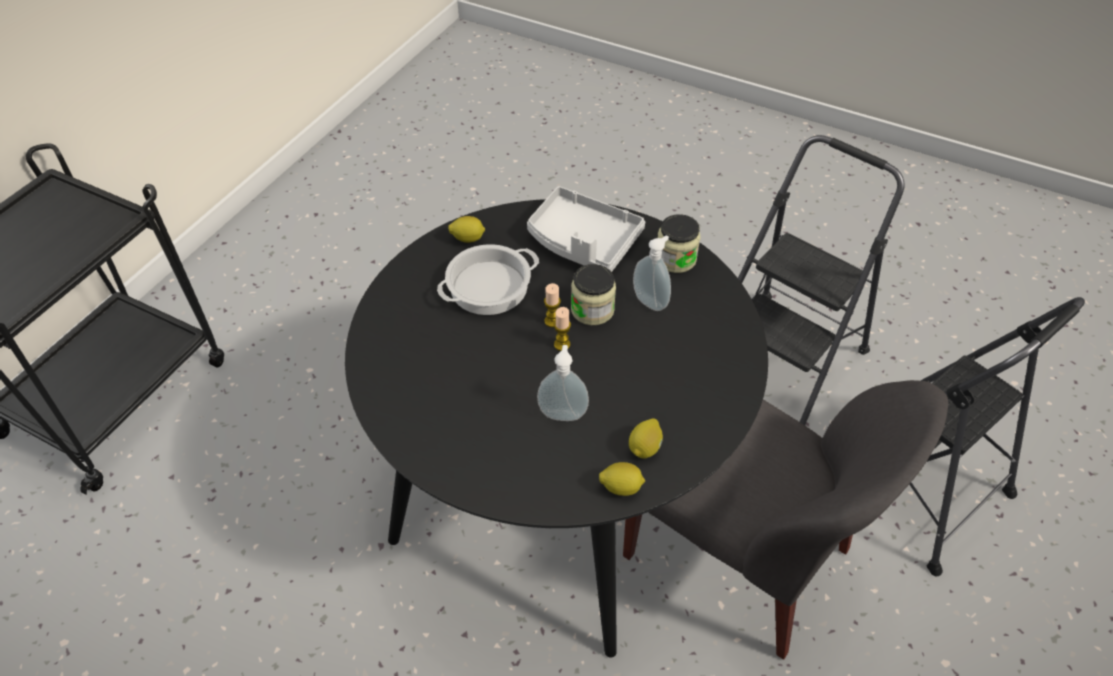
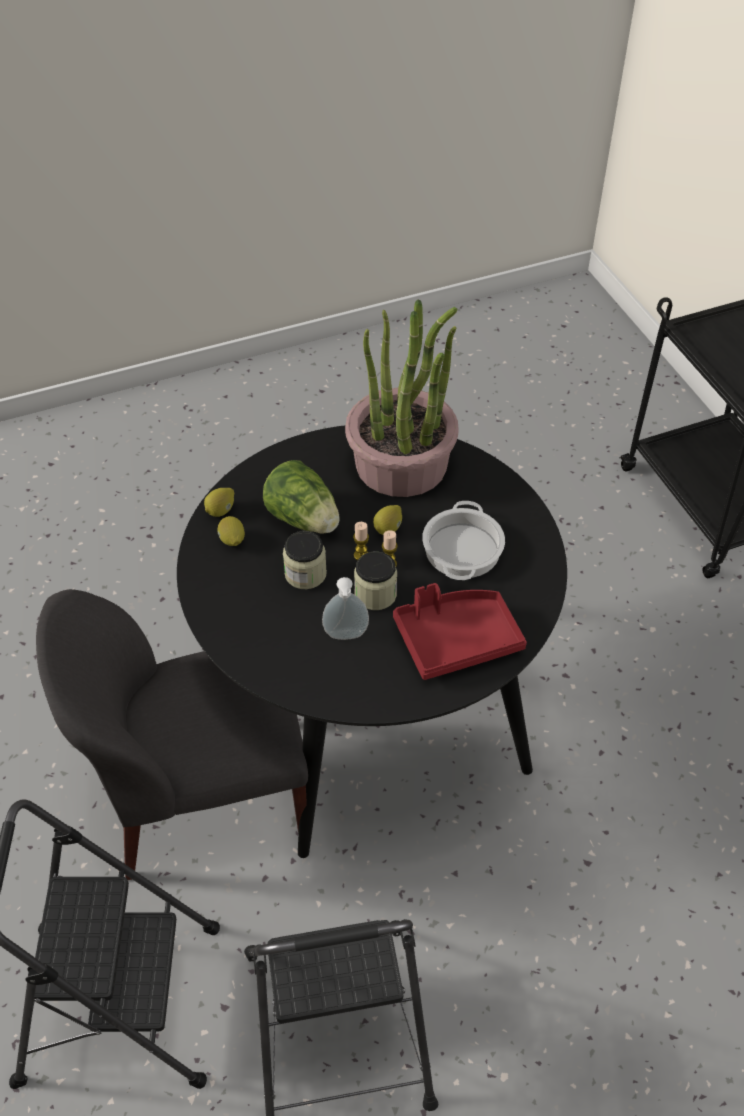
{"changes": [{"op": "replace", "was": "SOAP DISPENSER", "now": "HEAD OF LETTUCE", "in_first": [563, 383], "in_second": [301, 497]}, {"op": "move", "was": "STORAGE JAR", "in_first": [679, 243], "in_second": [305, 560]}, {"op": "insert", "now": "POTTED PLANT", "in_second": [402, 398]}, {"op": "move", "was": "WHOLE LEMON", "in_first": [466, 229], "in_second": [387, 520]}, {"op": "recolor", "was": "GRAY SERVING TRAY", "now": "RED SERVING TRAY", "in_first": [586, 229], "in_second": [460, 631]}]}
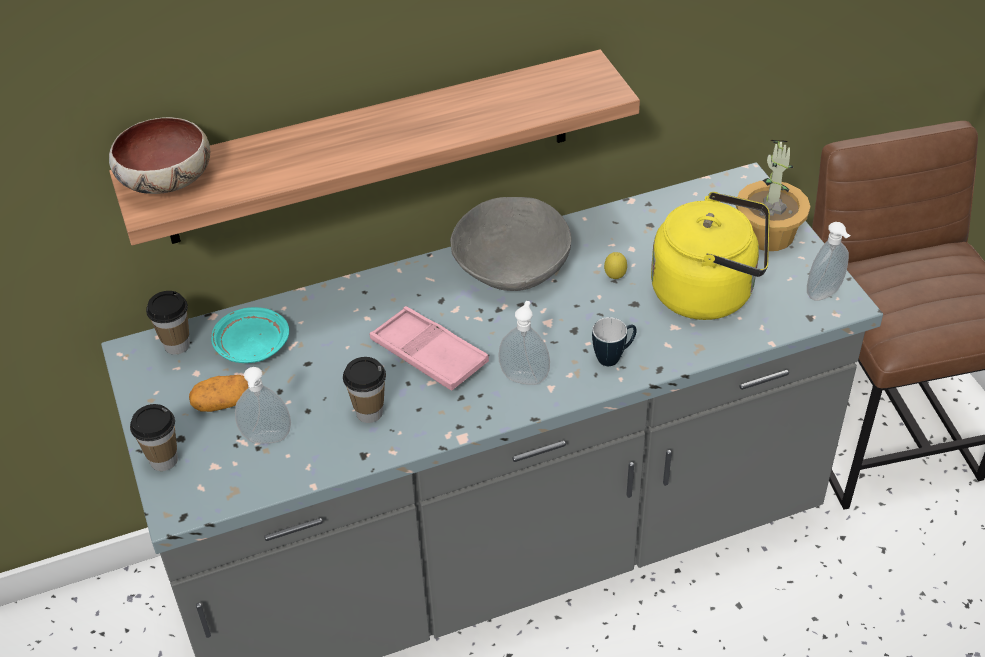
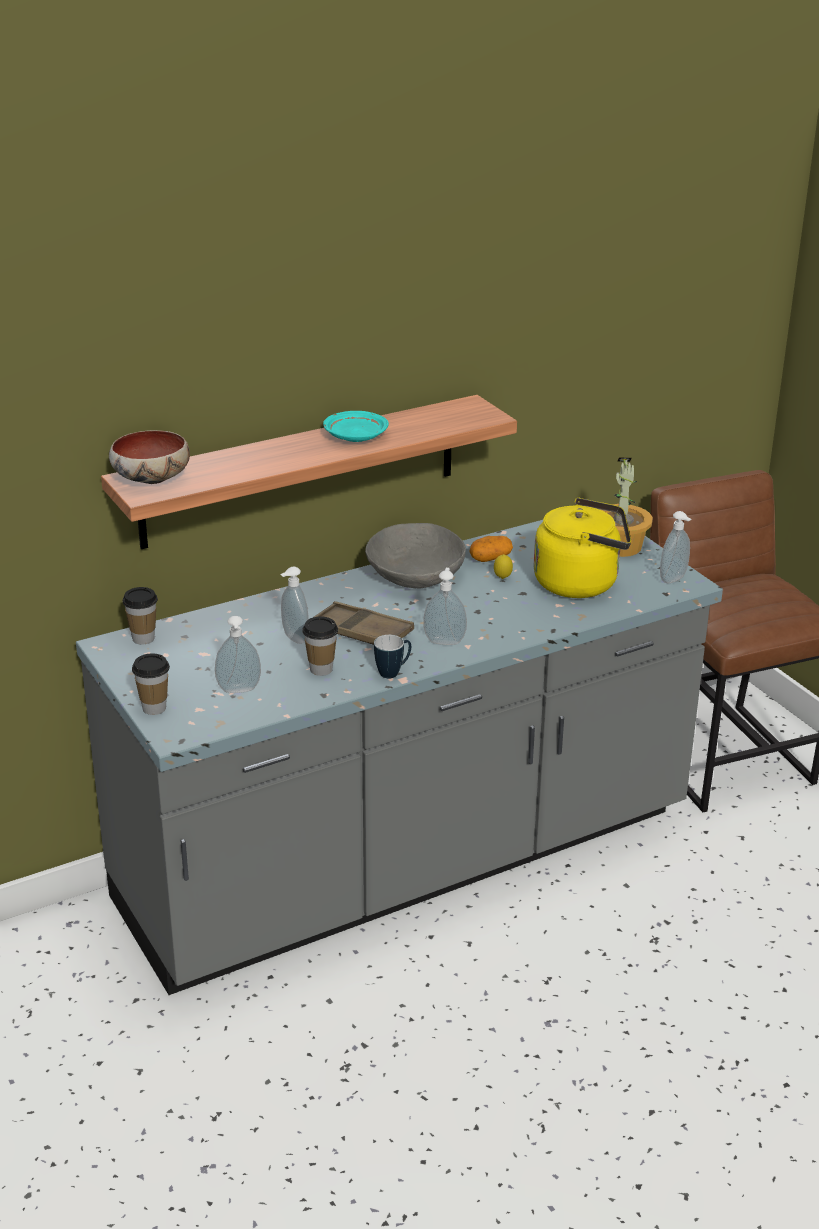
{"changes": [{"op": "insert", "now": "SOAP DISPENSER", "in_second": [294, 605]}, {"op": "recolor", "was": "PINK SERVING TRAY", "now": "BROWN SERVING TRAY", "in_first": [429, 348], "in_second": [364, 623]}, {"op": "move", "was": "TURQUOISE PLATE", "in_first": [250, 335], "in_second": [356, 426]}, {"op": "move", "was": "TEA MUG", "in_first": [614, 341], "in_second": [392, 657]}, {"op": "move", "was": "POTATO", "in_first": [219, 393], "in_second": [491, 549]}]}
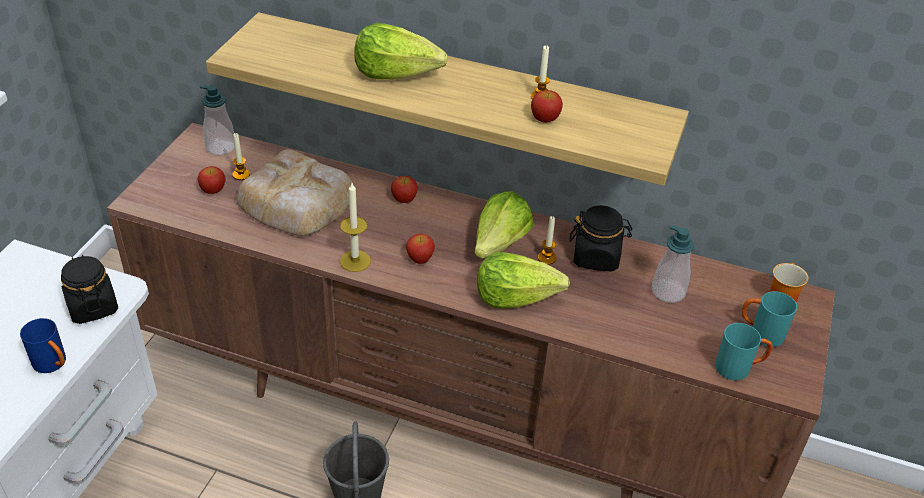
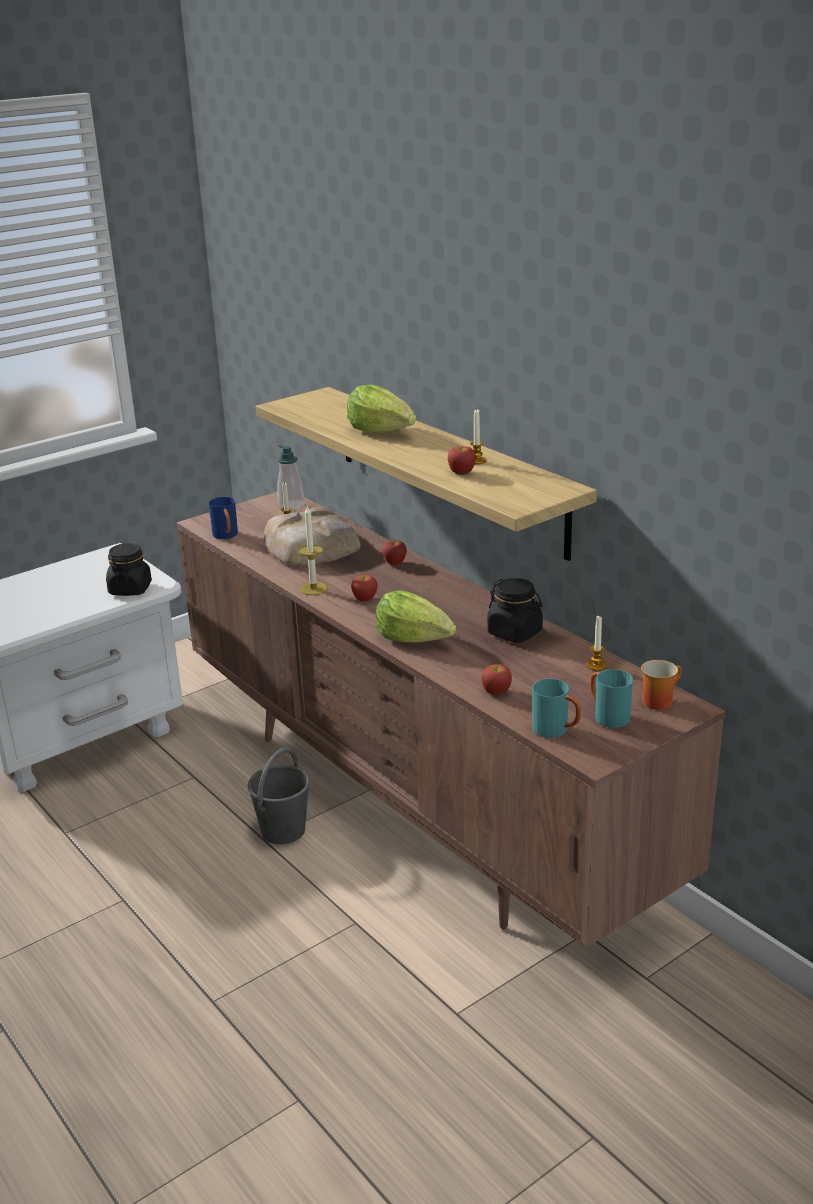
{"changes": [{"op": "move", "was": "BLUE-COLOURED TEA MUG", "in_first": [43, 345], "in_second": [223, 518]}, {"op": "move", "was": "APPLE", "in_first": [212, 180], "in_second": [496, 679]}, {"op": "move", "was": "CANDLE", "in_first": [547, 240], "in_second": [597, 643]}, {"op": "delete", "was": "HEAD OF LETTUCE", "in_first": [504, 225]}, {"op": "delete", "was": "SOAP DISPENSER", "in_first": [673, 264]}]}
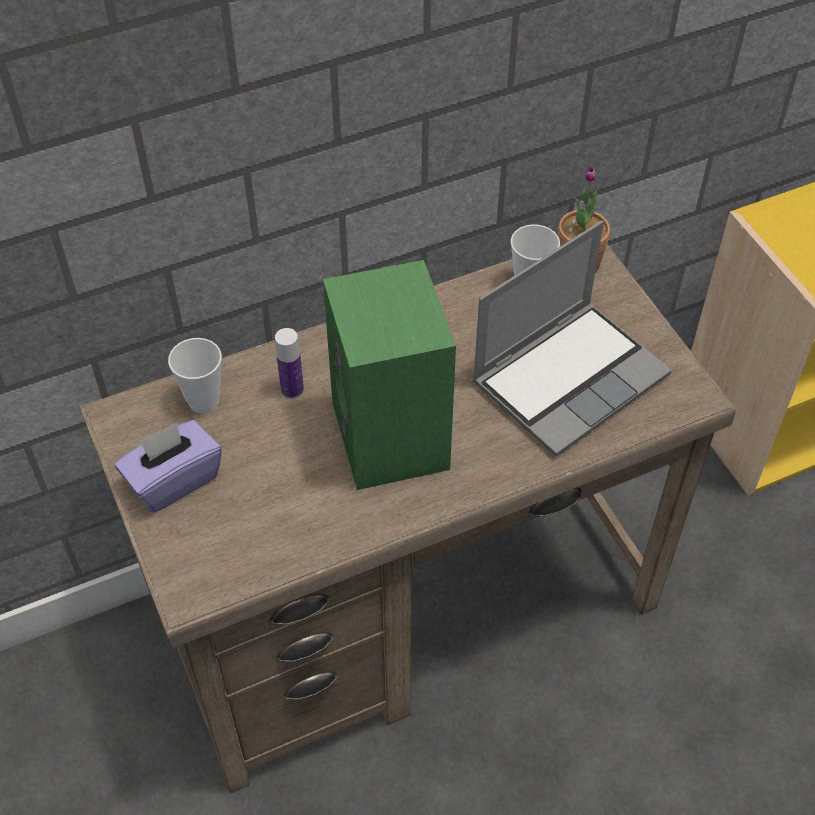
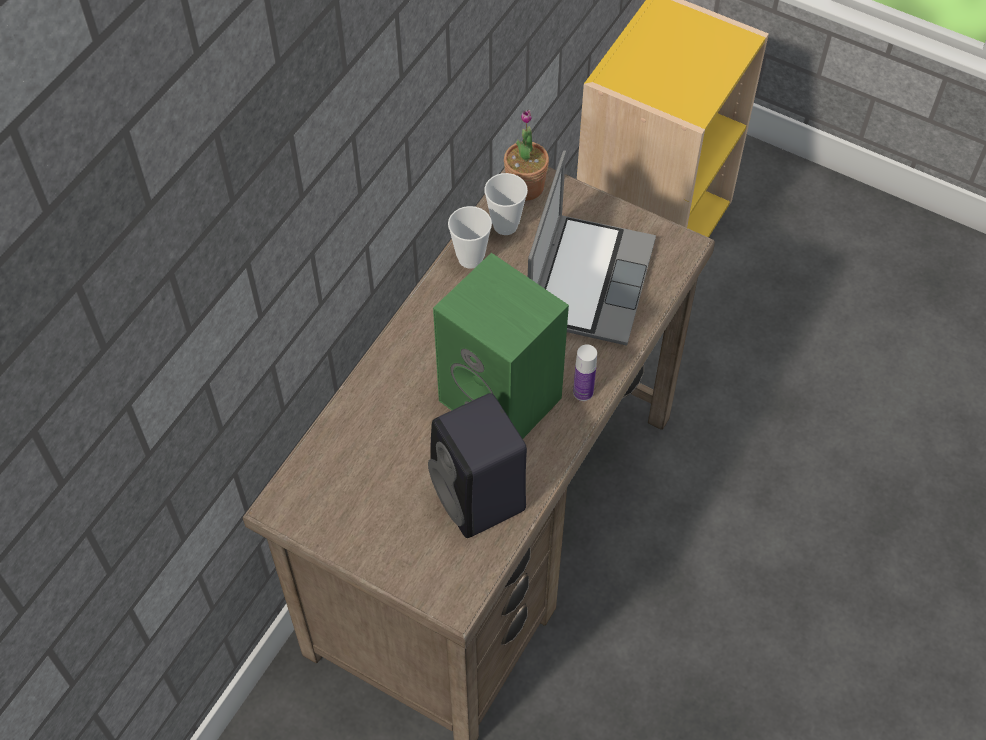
{"changes": [{"op": "insert", "now": "BLACK LOUDSPEAKER", "in_second": [477, 465]}, {"op": "move", "was": "DRINKING CUP", "in_first": [195, 376], "in_second": [470, 237]}, {"op": "move", "was": "BEVERAGE BOTTLE", "in_first": [289, 363], "in_second": [585, 372]}, {"op": "delete", "was": "PURPLE TISSUE HOLDER", "in_first": [168, 466]}]}
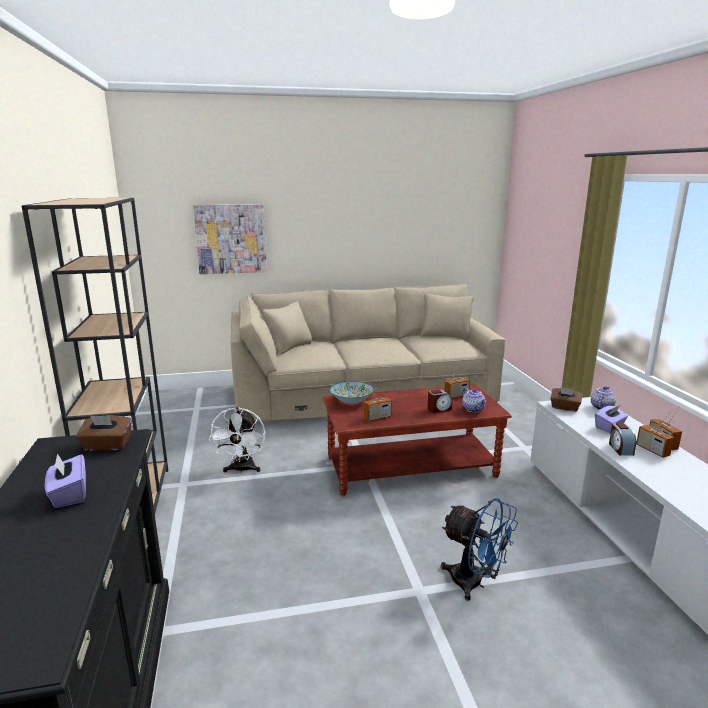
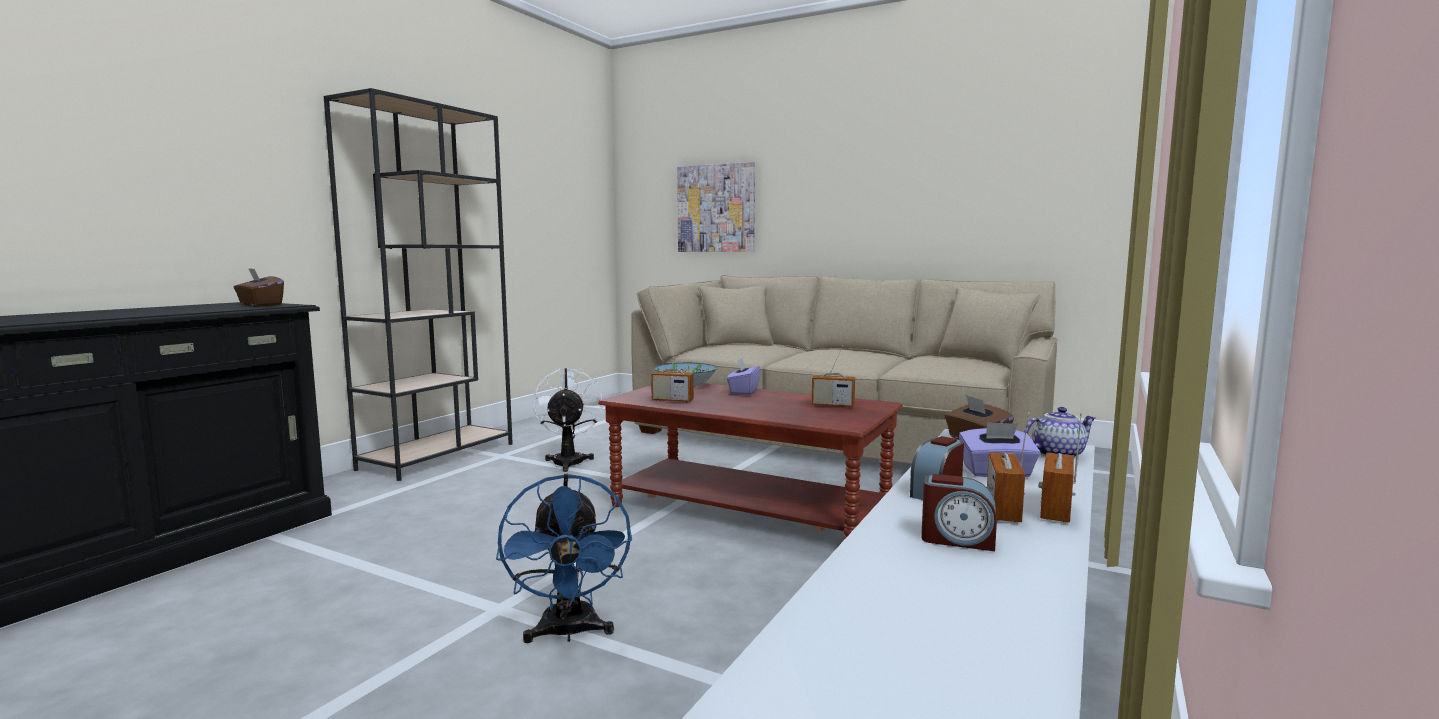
{"changes": [{"op": "rotate", "was": "WHITISH ELECTRIC FAN", "in_first": [237, 440], "in_second": [568, 420], "clockwise": 135}, {"op": "move", "was": "PURPLE TISSUE HOLDER", "in_first": [65, 480], "in_second": [743, 376]}, {"op": "move", "was": "BEDSIDE CLOCK", "in_first": [439, 401], "in_second": [959, 512]}, {"op": "delete", "was": "TEAPOT", "in_first": [474, 400]}]}
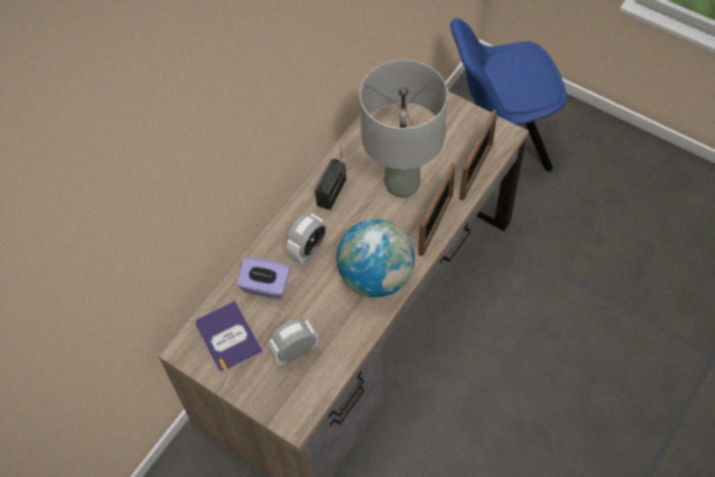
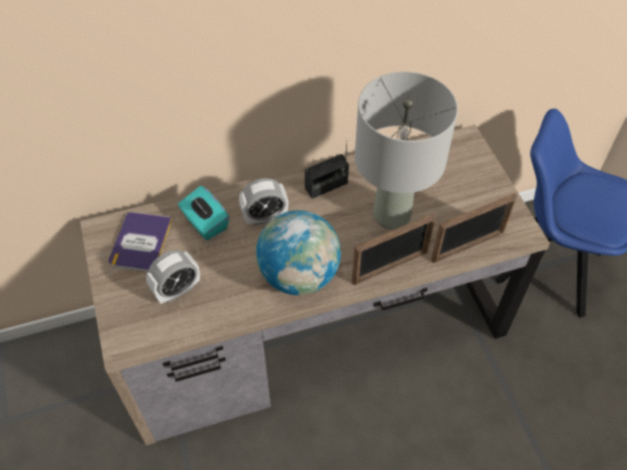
{"changes": [{"op": "rotate", "was": "BEDSIDE CLOCK", "in_first": [293, 342], "in_second": [173, 277], "clockwise": 135}, {"op": "recolor", "was": "PURPLE TISSUE HOLDER", "now": "TURQUOISE TISSUE HOLDER", "in_first": [264, 278], "in_second": [203, 213]}]}
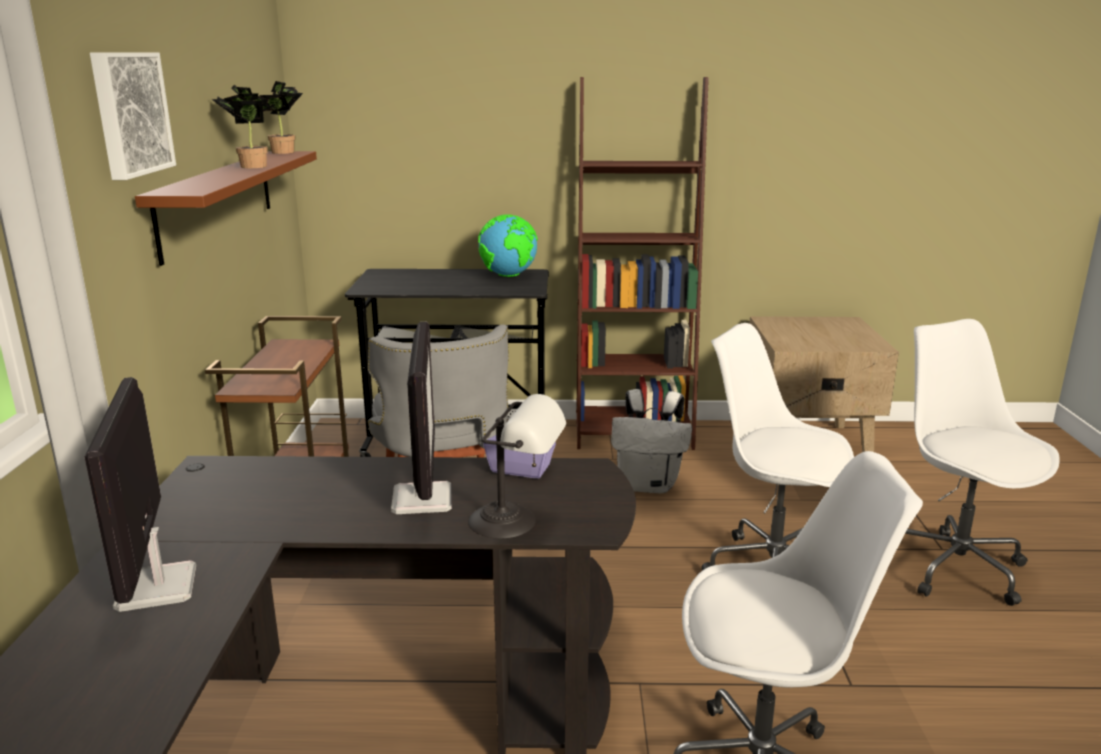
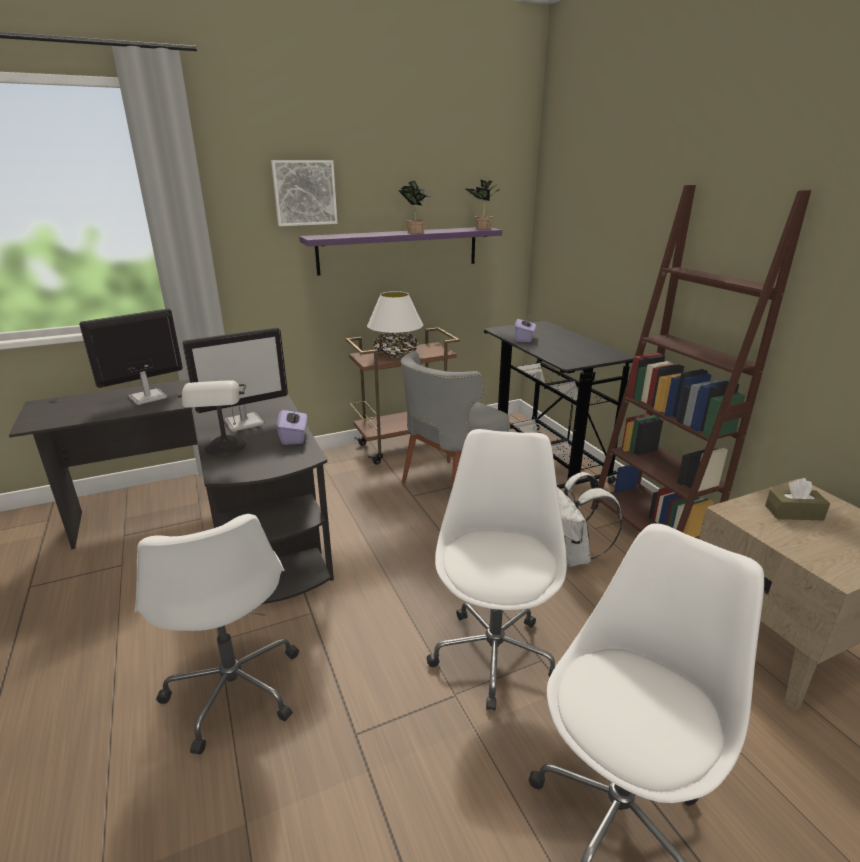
{"changes": [{"op": "recolor", "was": "BROWN BRACKET SHELF", "now": "PURPLE BRACKET SHELF", "in_first": [226, 208], "in_second": [400, 251]}, {"op": "insert", "now": "WHITISH TABLE LAMP", "in_second": [395, 324]}, {"op": "insert", "now": "PURPLE TISSUE HOLDER", "in_second": [525, 329]}, {"op": "insert", "now": "BROWN TISSUE HOLDER", "in_second": [797, 499]}, {"op": "delete", "was": "GLOBE", "in_first": [508, 245]}]}
